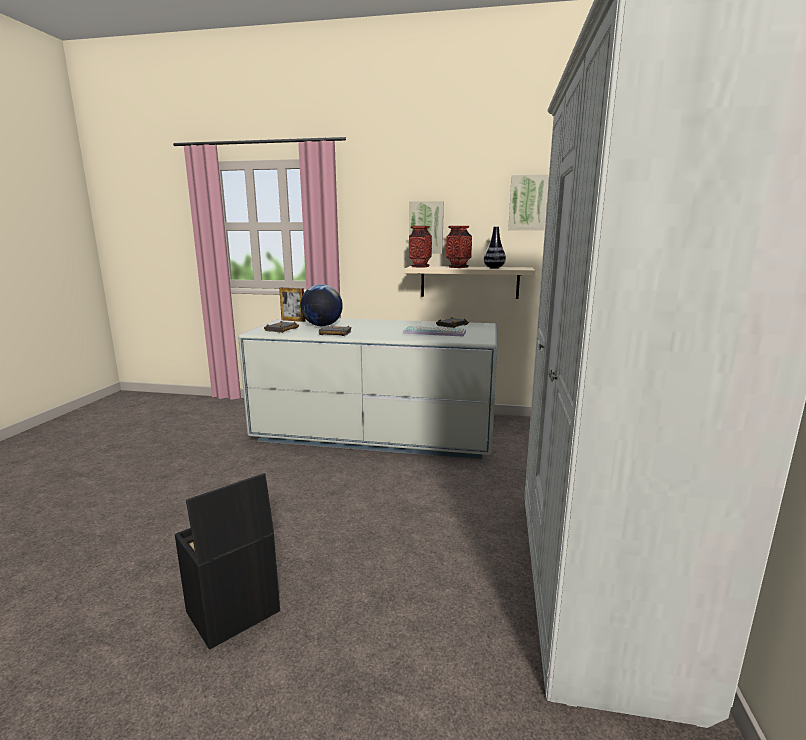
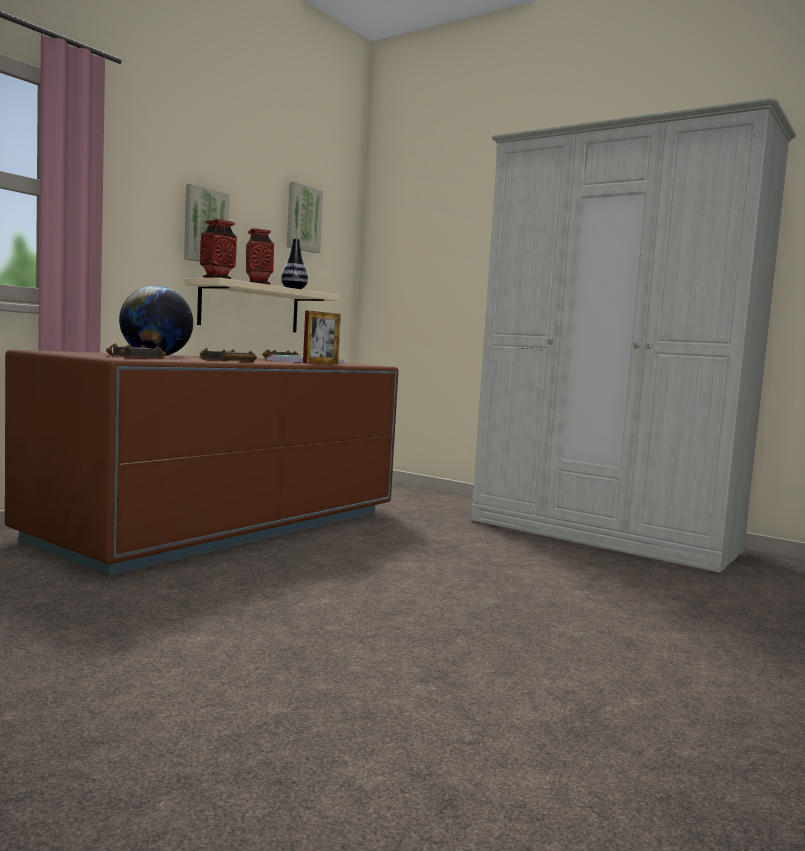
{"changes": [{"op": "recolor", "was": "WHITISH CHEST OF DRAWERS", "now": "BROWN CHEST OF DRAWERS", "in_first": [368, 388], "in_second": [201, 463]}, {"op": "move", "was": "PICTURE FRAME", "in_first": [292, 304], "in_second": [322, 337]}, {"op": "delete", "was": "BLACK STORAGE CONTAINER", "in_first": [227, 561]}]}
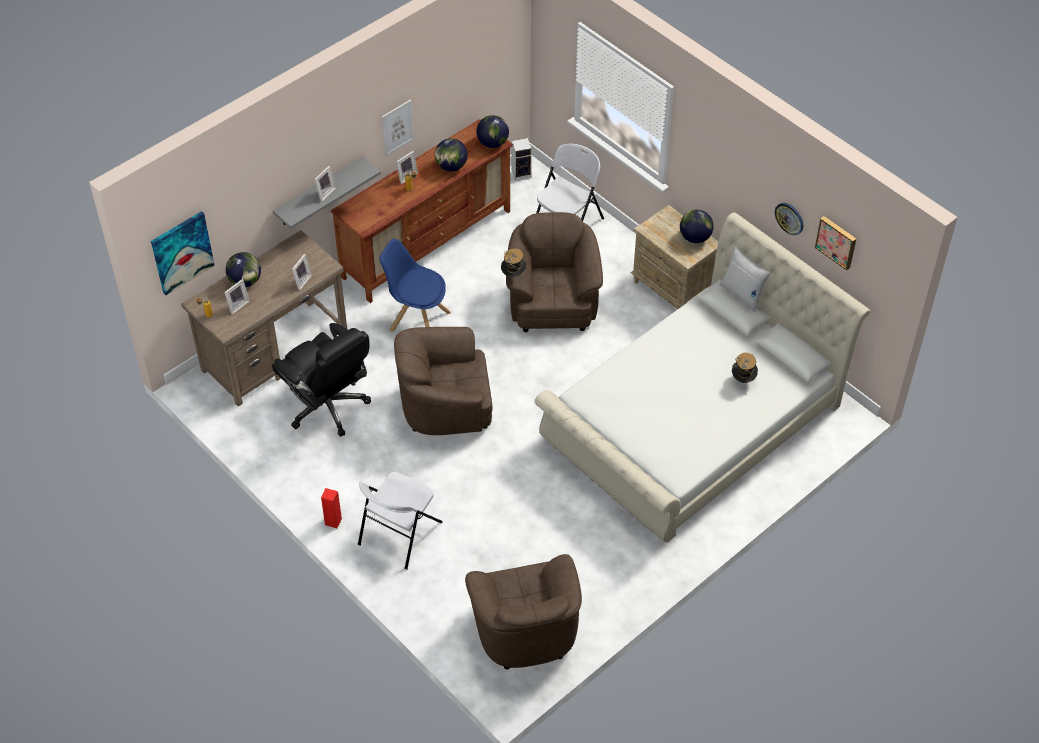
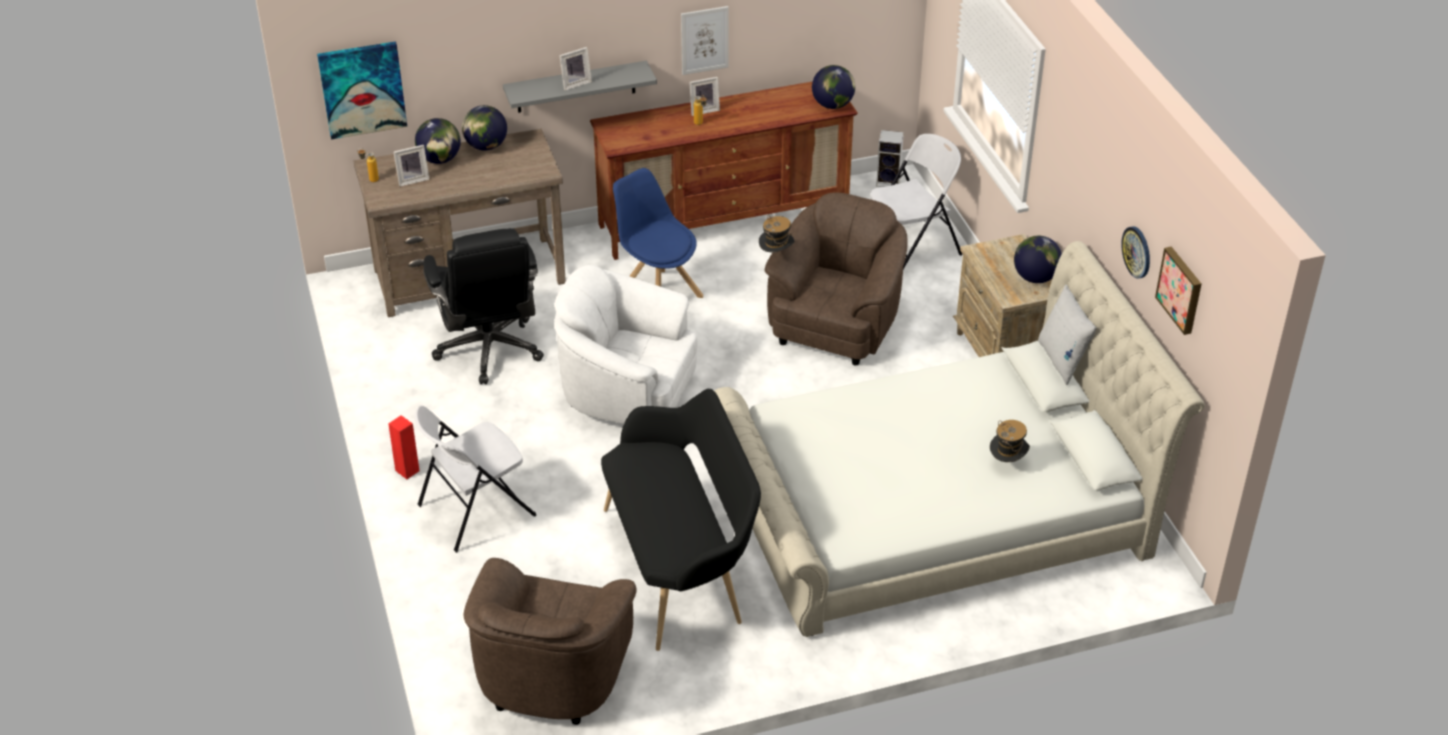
{"changes": [{"op": "move", "was": "GLOBE", "in_first": [451, 155], "in_second": [484, 128]}, {"op": "recolor", "was": "BROWN LOUNGE CHAIR", "now": "WHITISH LOUNGE CHAIR", "in_first": [443, 381], "in_second": [626, 344]}, {"op": "insert", "now": "BLACK INDOOR BENCH", "in_second": [681, 520]}, {"op": "delete", "was": "PICTURE FRAME", "in_first": [302, 272]}]}
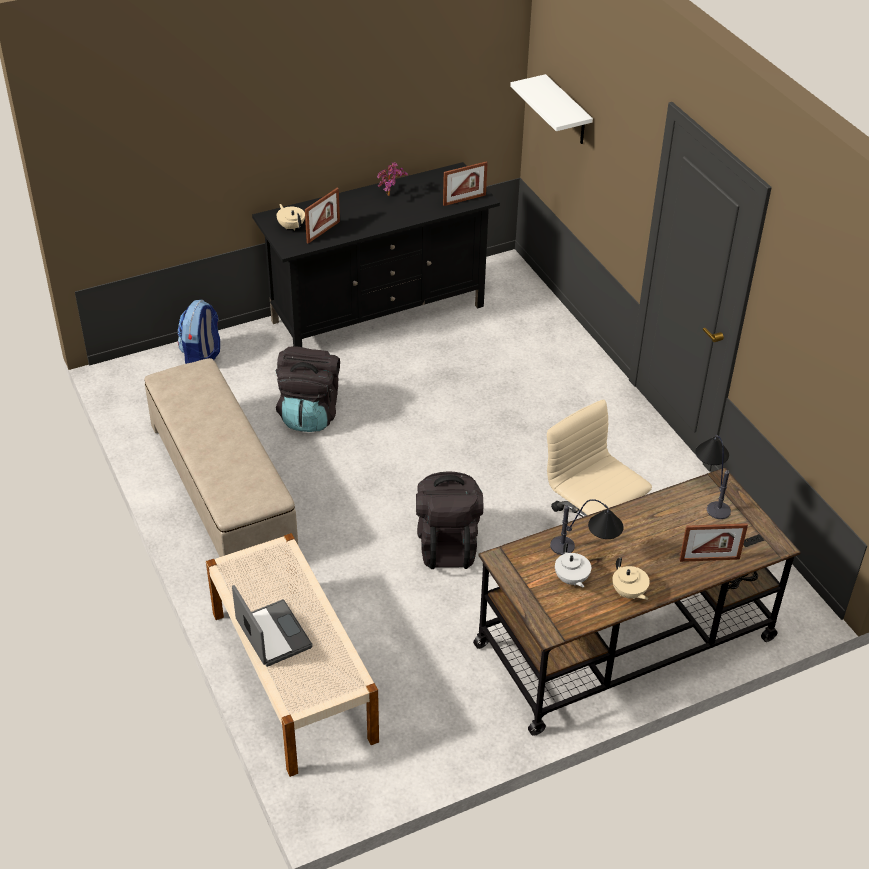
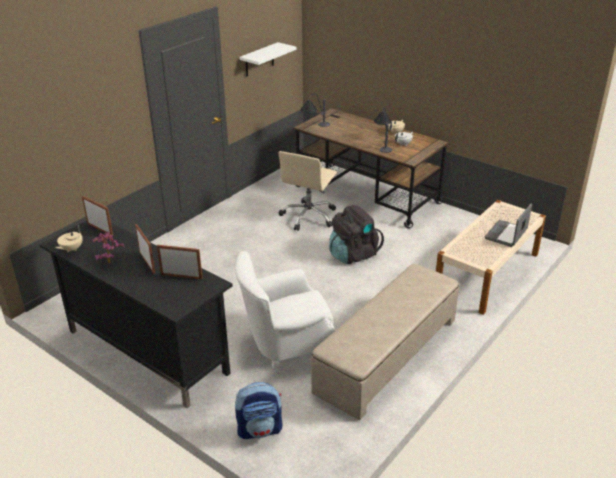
{"changes": [{"op": "move", "was": "SAND-COLOURED TEAPOT", "in_first": [290, 217], "in_second": [69, 239]}, {"op": "move", "was": "PICTURE FRAME", "in_first": [713, 542], "in_second": [145, 249]}, {"op": "replace", "was": "BLACK RUCKSACK", "now": "WHITISH LOUNGE CHAIR", "in_first": [308, 389], "in_second": [285, 310]}, {"op": "move", "was": "WHITISH BRACKET SHELF", "in_first": [551, 109], "in_second": [268, 59]}]}
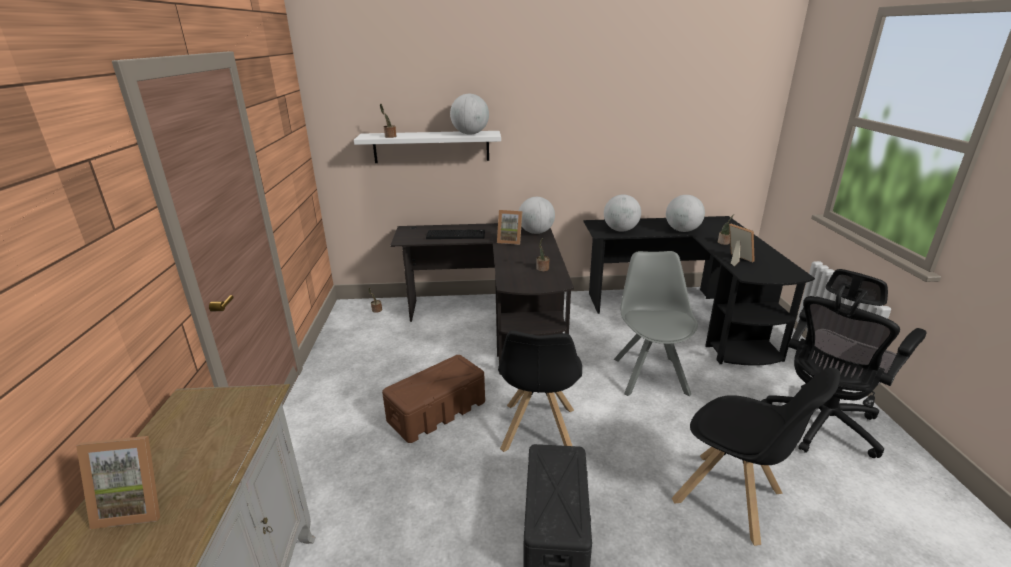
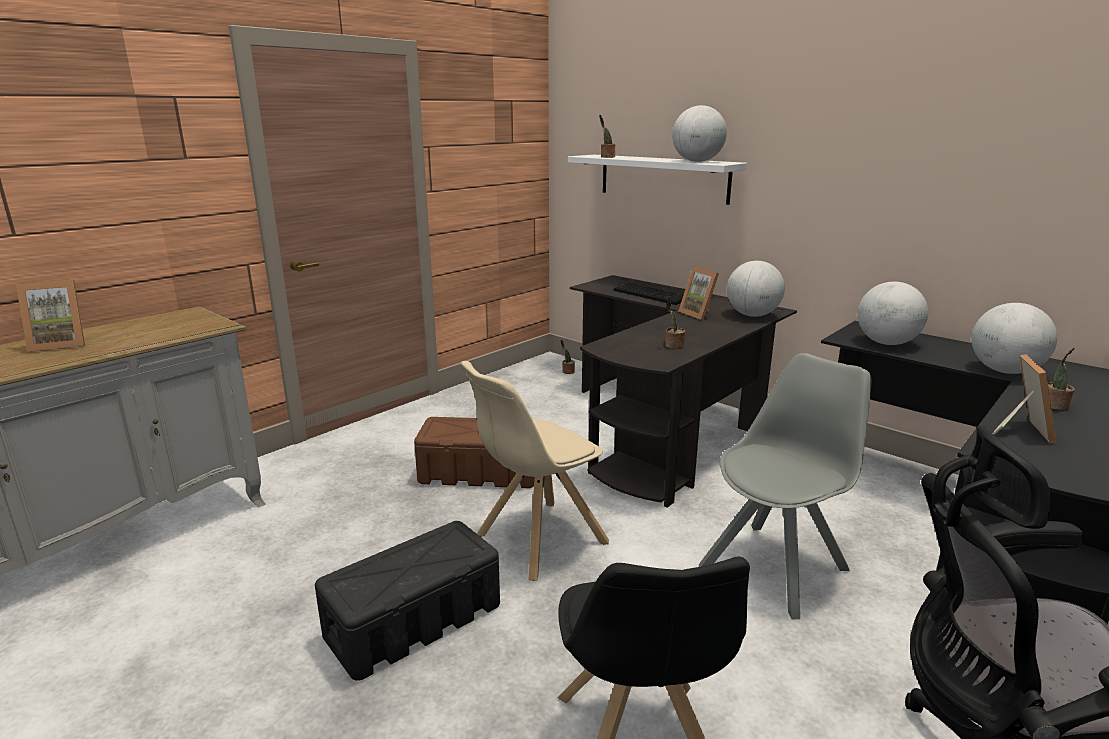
{"changes": [{"op": "rotate", "was": "PICTURE FRAME", "in_first": [118, 482], "in_second": [50, 316], "clockwise": -60}, {"op": "recolor", "was": "BLACK PLAIN CHAIR", "now": "SAND-COLOURED PLAIN CHAIR", "in_first": [540, 391], "in_second": [535, 471]}]}
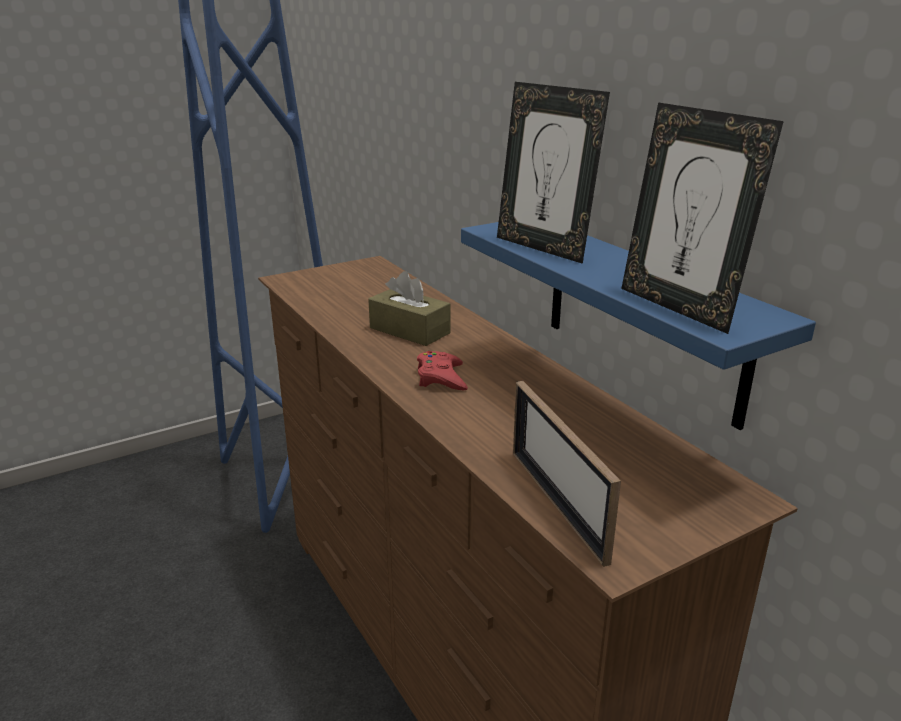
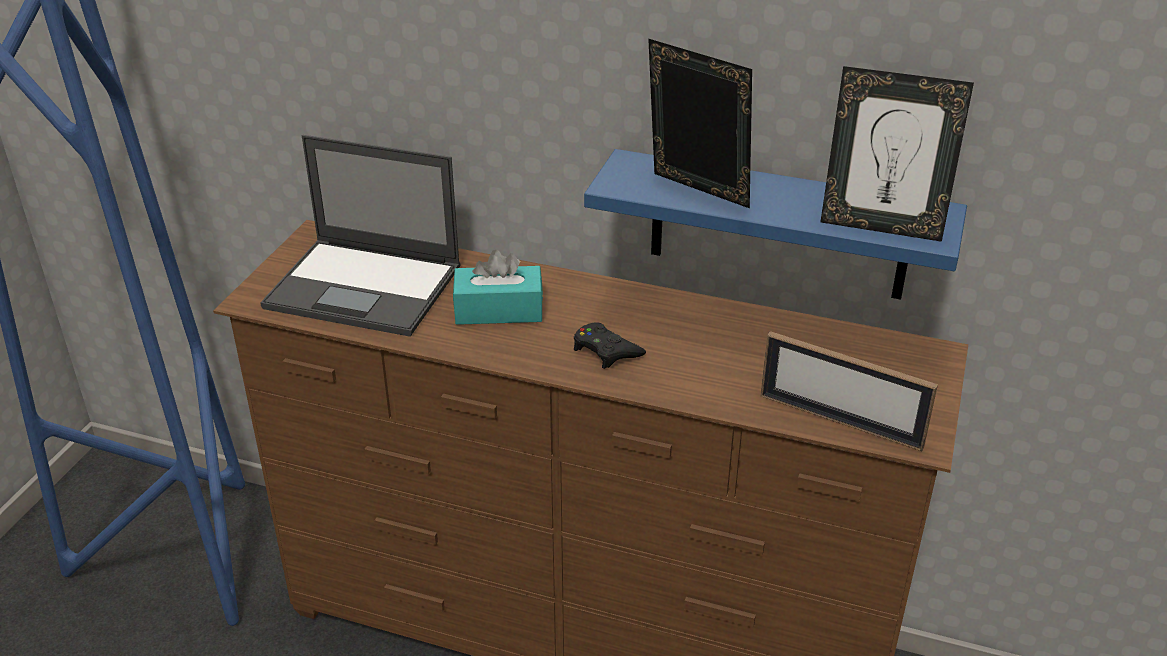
{"changes": [{"op": "insert", "now": "LAPTOP", "in_second": [360, 236]}, {"op": "recolor", "was": "BROWN TISSUE HOLDER", "now": "TURQUOISE TISSUE HOLDER", "in_first": [409, 308], "in_second": [498, 287]}, {"op": "recolor", "was": "RED GAMEPAD", "now": "BLACK GAMEPAD", "in_first": [442, 370], "in_second": [610, 345]}, {"op": "rotate", "was": "PICTURE FRAME", "in_first": [553, 173], "in_second": [700, 123], "clockwise": -150}]}
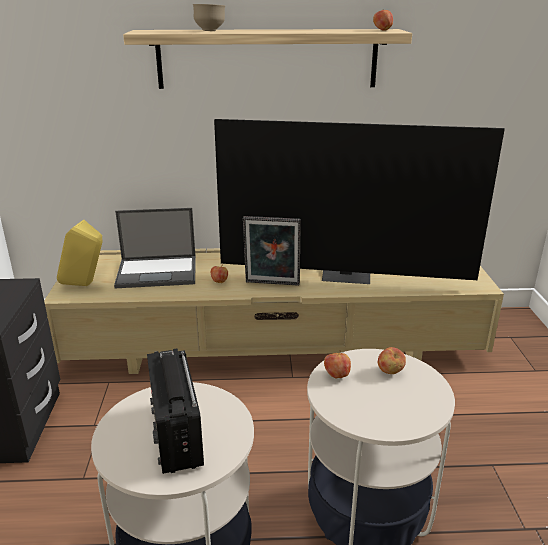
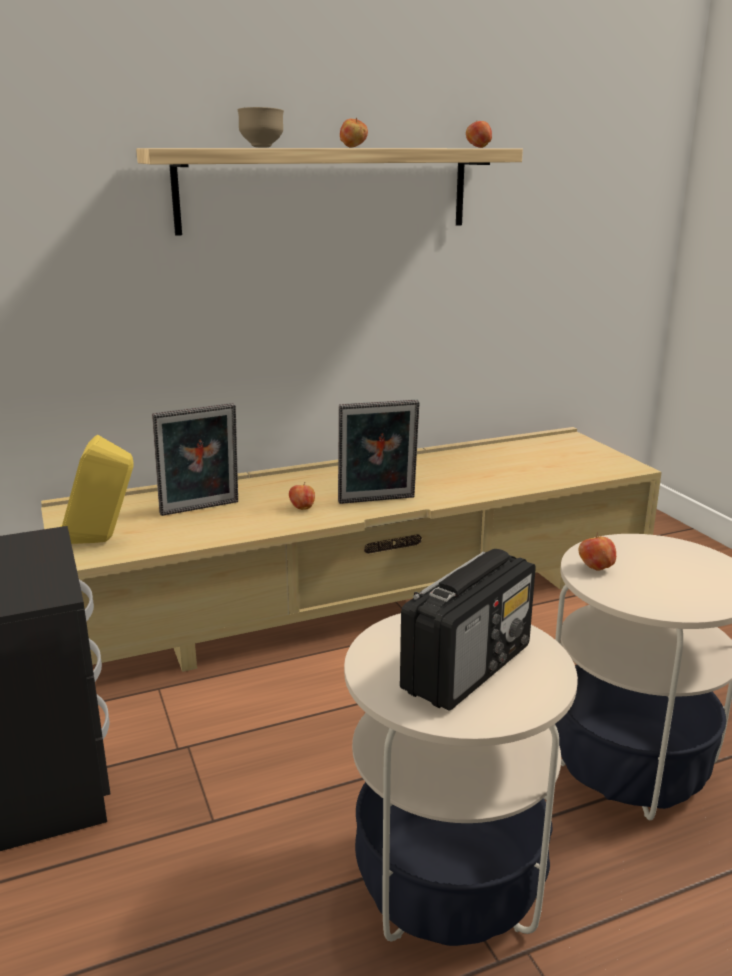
{"changes": [{"op": "replace", "was": "LAPTOP", "now": "PICTURE FRAME", "in_first": [155, 248], "in_second": [195, 459]}, {"op": "move", "was": "APPLE", "in_first": [392, 360], "in_second": [354, 133]}, {"op": "rotate", "was": "RADIO RECEIVER", "in_first": [175, 411], "in_second": [468, 630], "clockwise": -105}, {"op": "delete", "was": "TV", "in_first": [359, 201]}]}
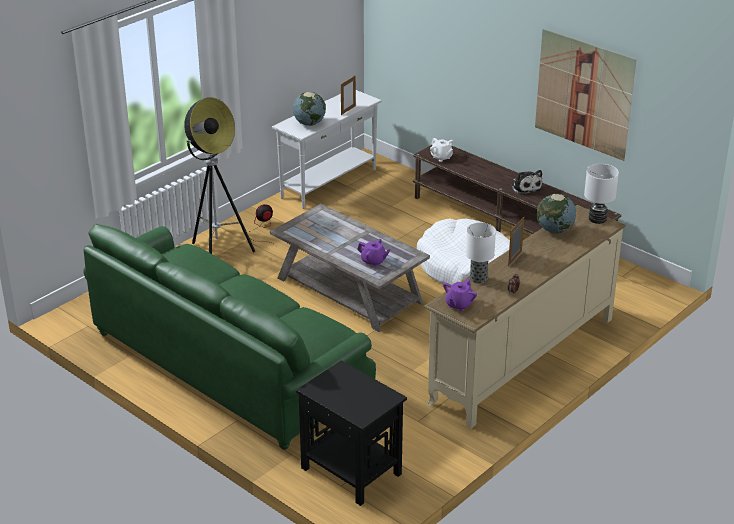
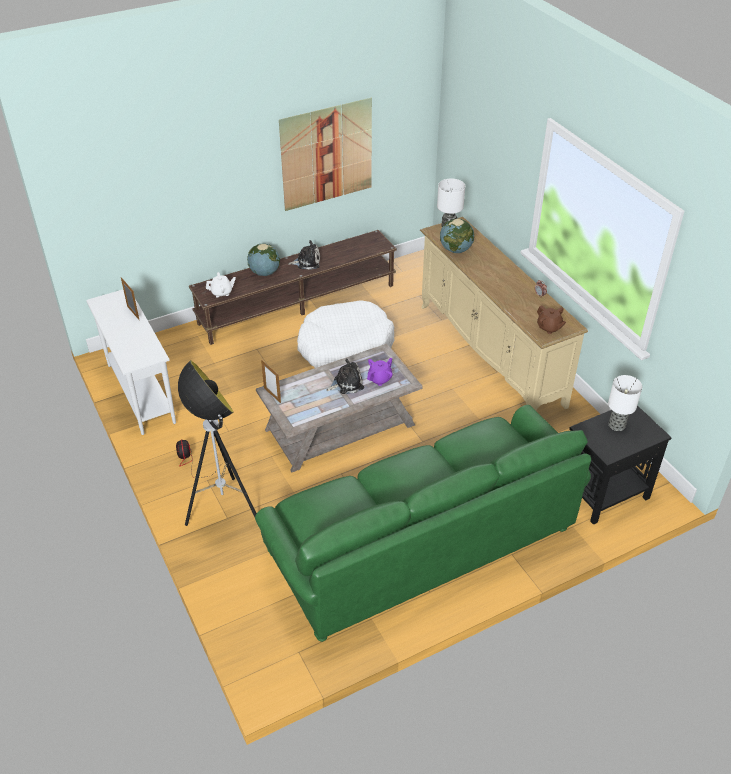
{"changes": [{"op": "move", "was": "GLOBE", "in_first": [309, 109], "in_second": [263, 260]}, {"op": "move", "was": "PICTURE FRAME", "in_first": [516, 241], "in_second": [271, 381]}, {"op": "insert", "now": "PLUSH TOY", "in_second": [345, 376]}, {"op": "recolor", "was": "PURPLE TEAPOT", "now": "BROWN TEAPOT", "in_first": [460, 295], "in_second": [551, 320]}, {"op": "move", "was": "TABLE LAMP", "in_first": [481, 253], "in_second": [625, 403]}]}
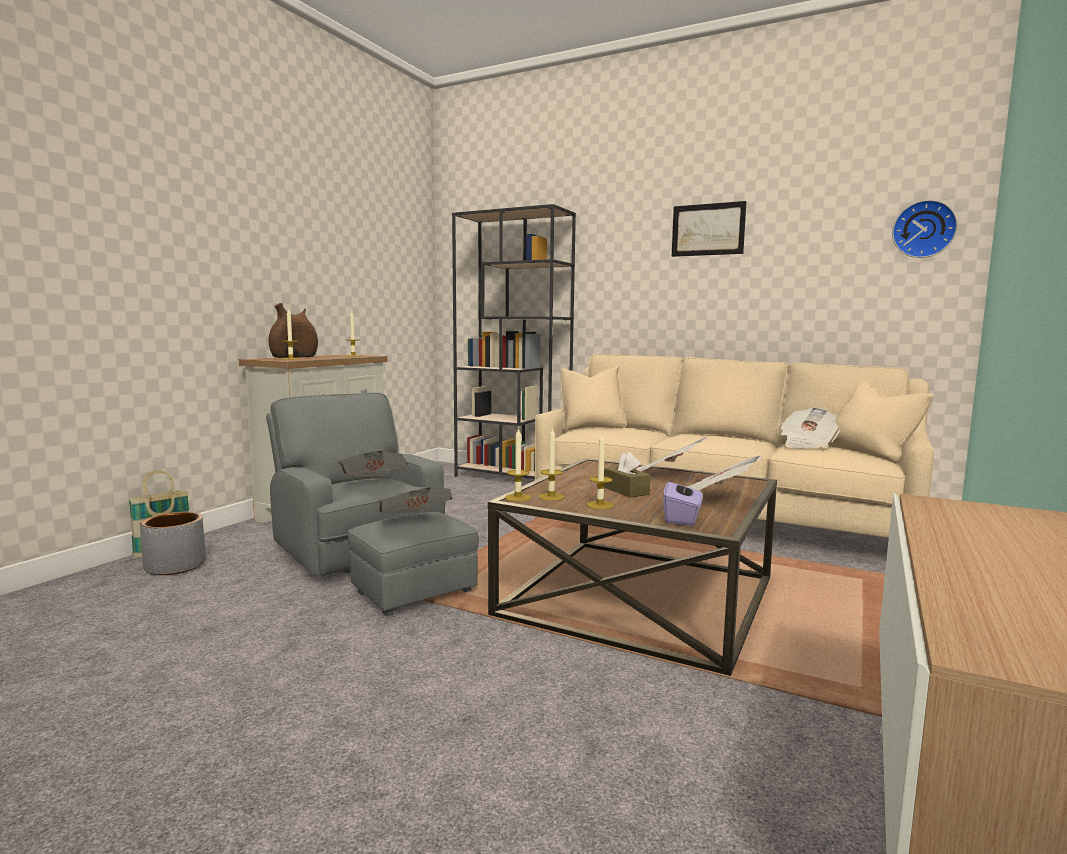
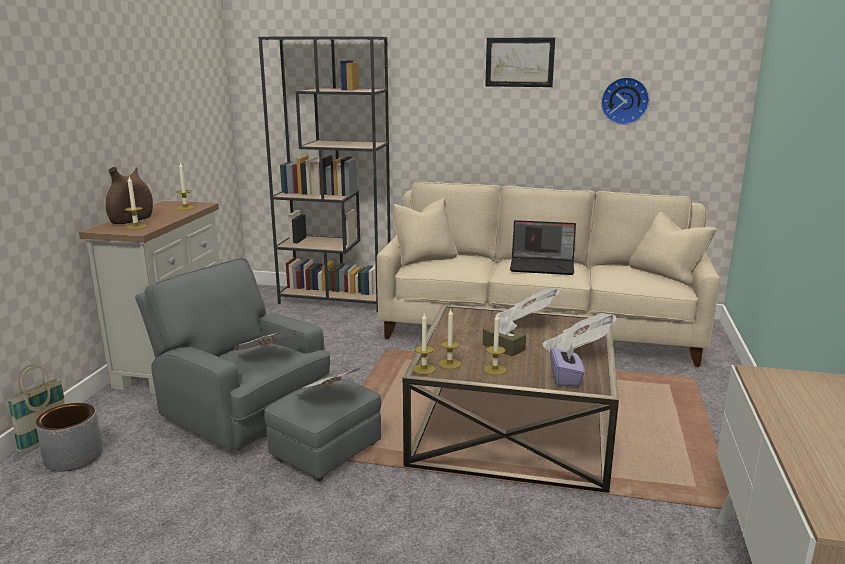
{"changes": [{"op": "insert", "now": "LAPTOP", "in_second": [543, 247]}, {"op": "move", "was": "CLOCK ON THE WALL", "in_first": [925, 229], "in_second": [625, 101]}, {"op": "delete", "was": "PRINTED PAPER", "in_first": [810, 428]}]}
